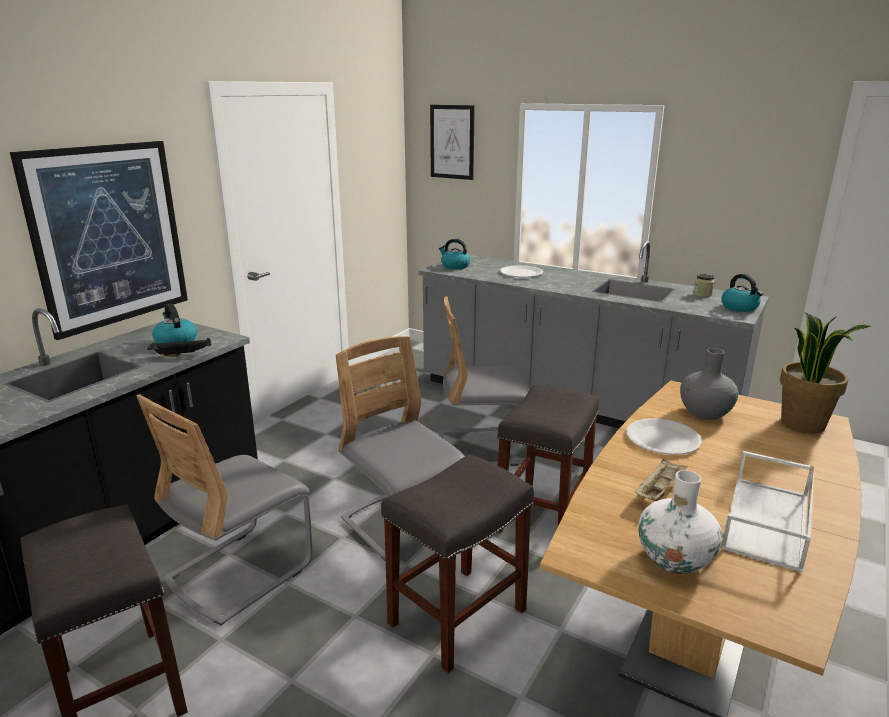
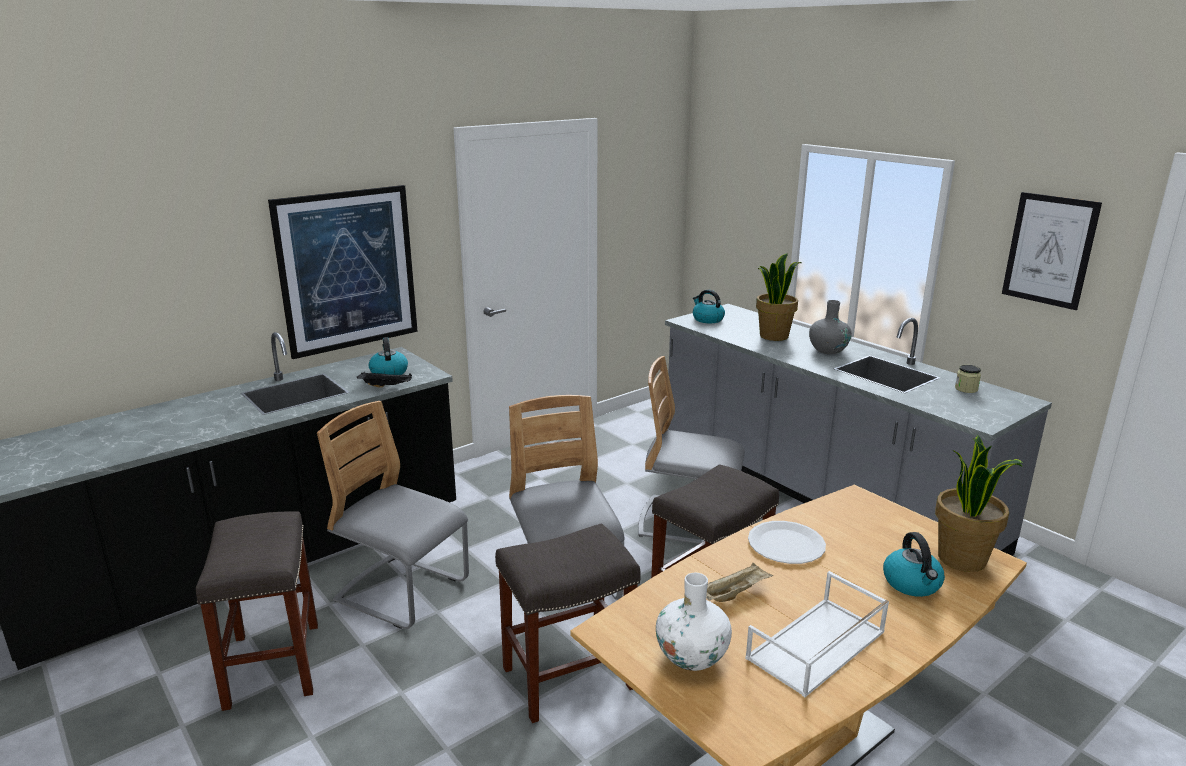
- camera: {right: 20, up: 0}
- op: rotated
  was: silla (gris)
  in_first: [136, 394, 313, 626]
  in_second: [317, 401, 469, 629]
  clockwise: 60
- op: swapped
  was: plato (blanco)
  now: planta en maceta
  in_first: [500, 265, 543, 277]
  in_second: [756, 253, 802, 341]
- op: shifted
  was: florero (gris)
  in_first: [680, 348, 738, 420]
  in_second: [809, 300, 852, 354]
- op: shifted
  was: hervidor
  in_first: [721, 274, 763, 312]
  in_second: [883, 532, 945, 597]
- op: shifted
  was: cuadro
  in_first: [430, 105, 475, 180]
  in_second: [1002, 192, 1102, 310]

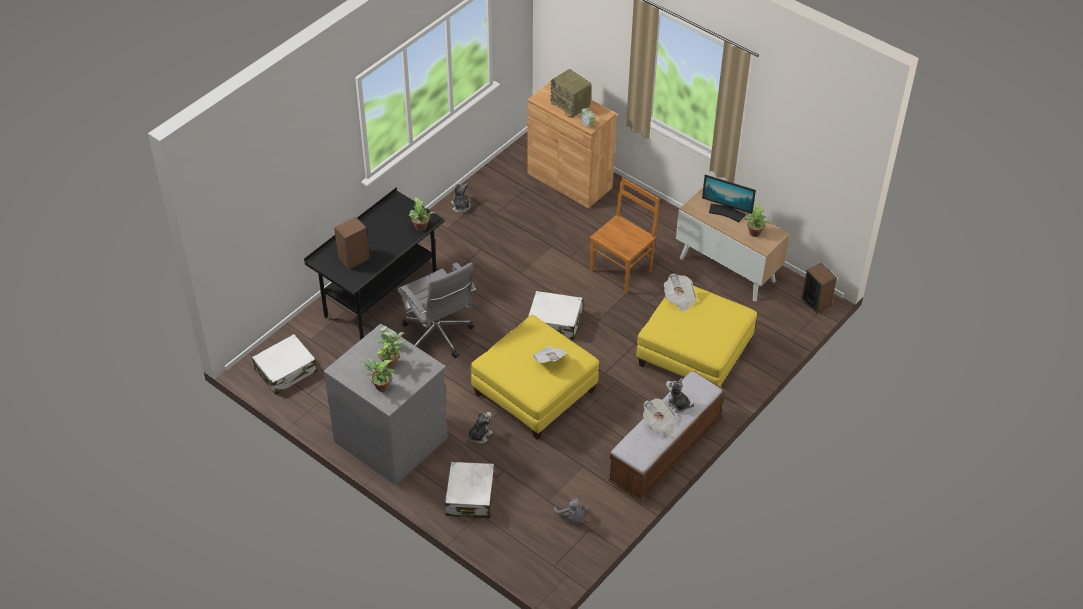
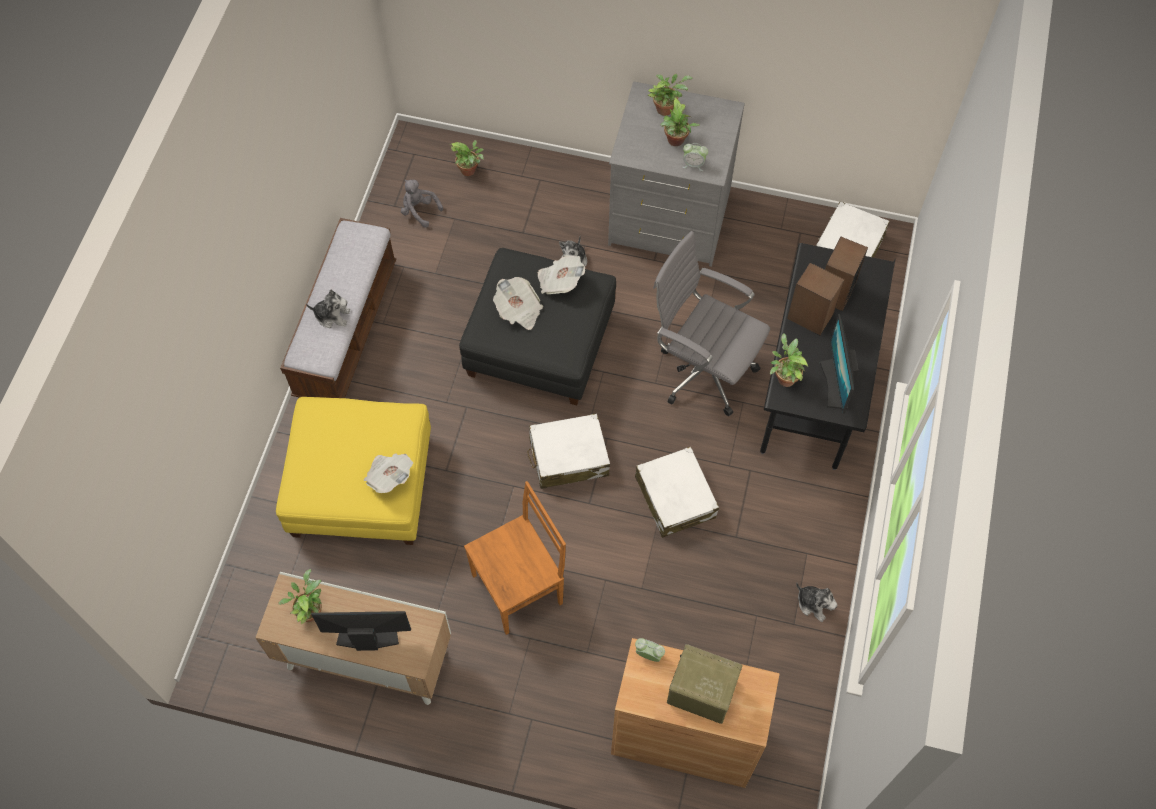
- camera: {right: 155, up: 15}
- op: new
  now: planta en maceta
  in_second: [450, 140, 484, 176]
- op: repainted
  was: puf (amarillo)
  now: puf (negro)
  in_first: [471, 315, 599, 440]
  in_second: [459, 248, 616, 406]
- op: rotated
  was: silla (marrón)
  in_first: [590, 177, 659, 293]
  in_second: [464, 481, 566, 635]
  clockwise: -135
- op: shifted
  was: periódico
  in_first: [643, 399, 678, 436]
  in_second: [537, 255, 585, 294]
- op: shifted
  was: maleta (blanco)
  in_first: [445, 462, 495, 518]
  in_second: [635, 447, 719, 538]
- op: shifted
  was: altavoz
  in_first: [801, 263, 837, 314]
  in_second: [787, 263, 844, 335]
- op: new
  now: monitor
  in_second: [820, 314, 859, 414]

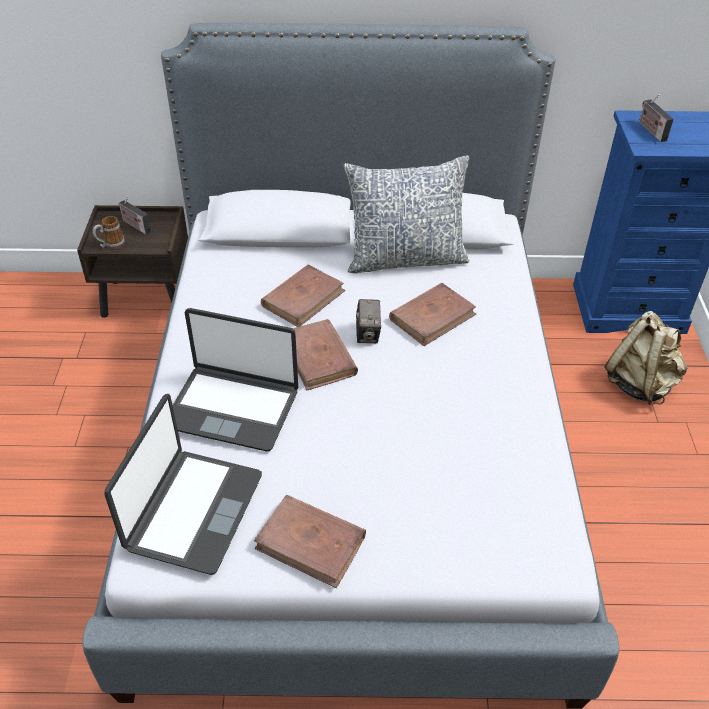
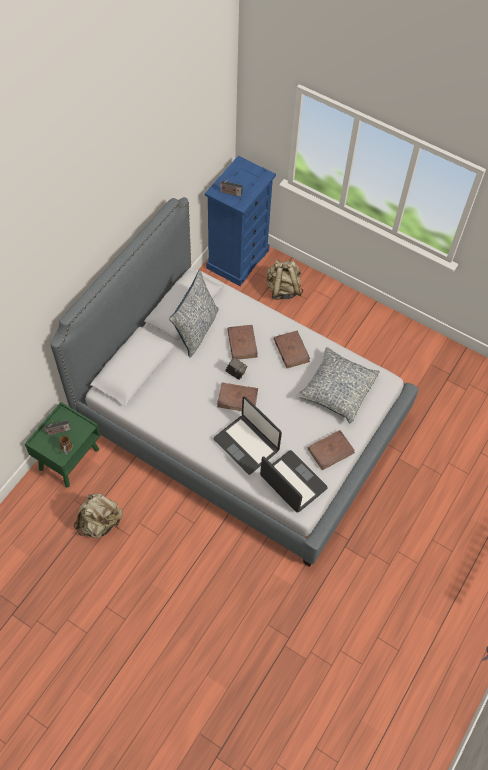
- camera: {right: -60, up: 15}
- op: repainted
  was: mesita de noche (marrón)
  now: mesita de noche (verde)
  in_first: [77, 205, 188, 318]
  in_second: [24, 402, 100, 487]
- op: new
  now: mochila (beis)
  in_second: [74, 493, 123, 538]
- op: rotated
  was: portátil
  in_first: [173, 308, 298, 451]
  in_second: [213, 396, 282, 475]
  clockwise: 90
- op: shifted
  was: libro (marrón)
  in_first: [261, 265, 345, 327]
  in_second: [274, 330, 310, 368]
- op: new
  now: cojín
  in_second: [296, 347, 380, 423]

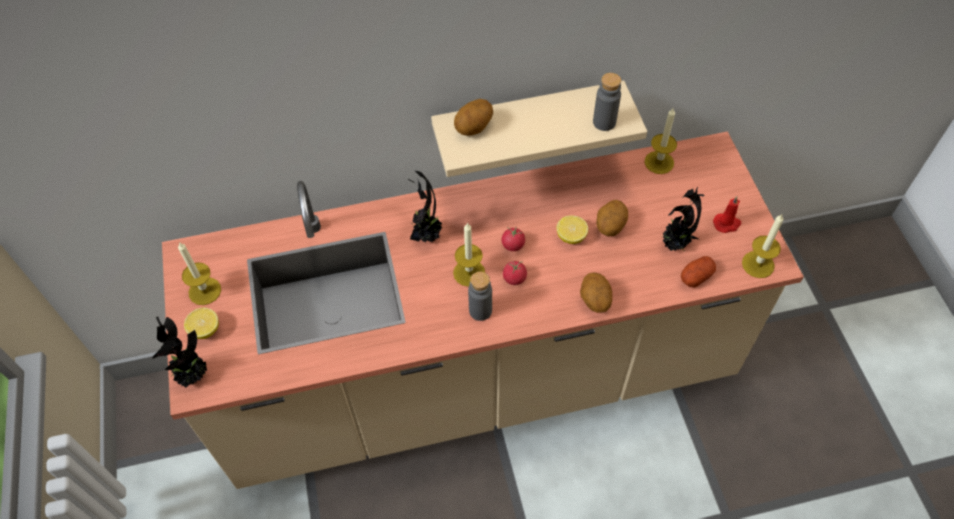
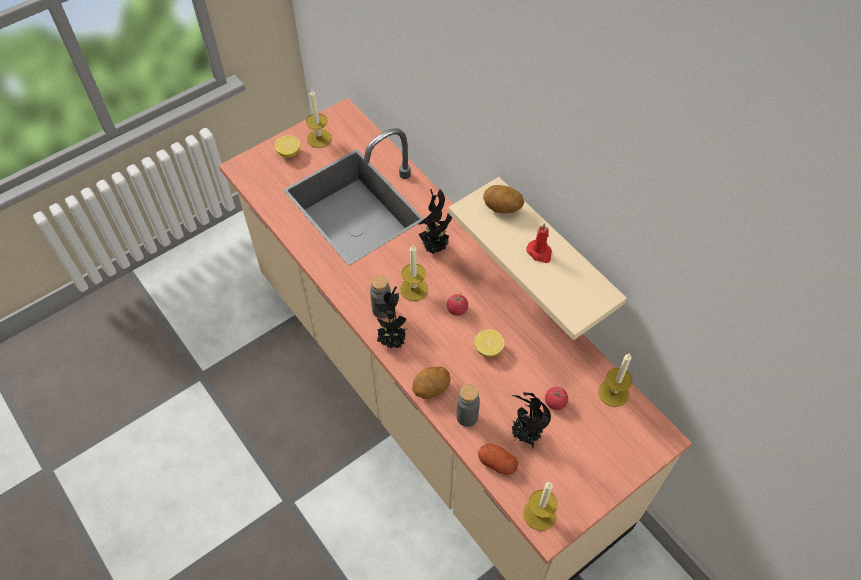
- camera: {right: 65, up: 0}
- op: shifted
  was: planta en maceta
  in_first: [152, 317, 207, 388]
  in_second: [375, 286, 406, 348]
- op: shifted
  was: botella (gris)
  in_first: [593, 73, 621, 131]
  in_second: [456, 384, 480, 427]
- op: shifted
  was: vela (rojo)
  in_first: [713, 196, 741, 233]
  in_second: [526, 223, 552, 263]
- op: shifted
  was: tomate
  in_first: [503, 261, 527, 285]
  in_second: [545, 387, 568, 410]
- op: gone
  was: patata
  in_first: [596, 200, 628, 237]

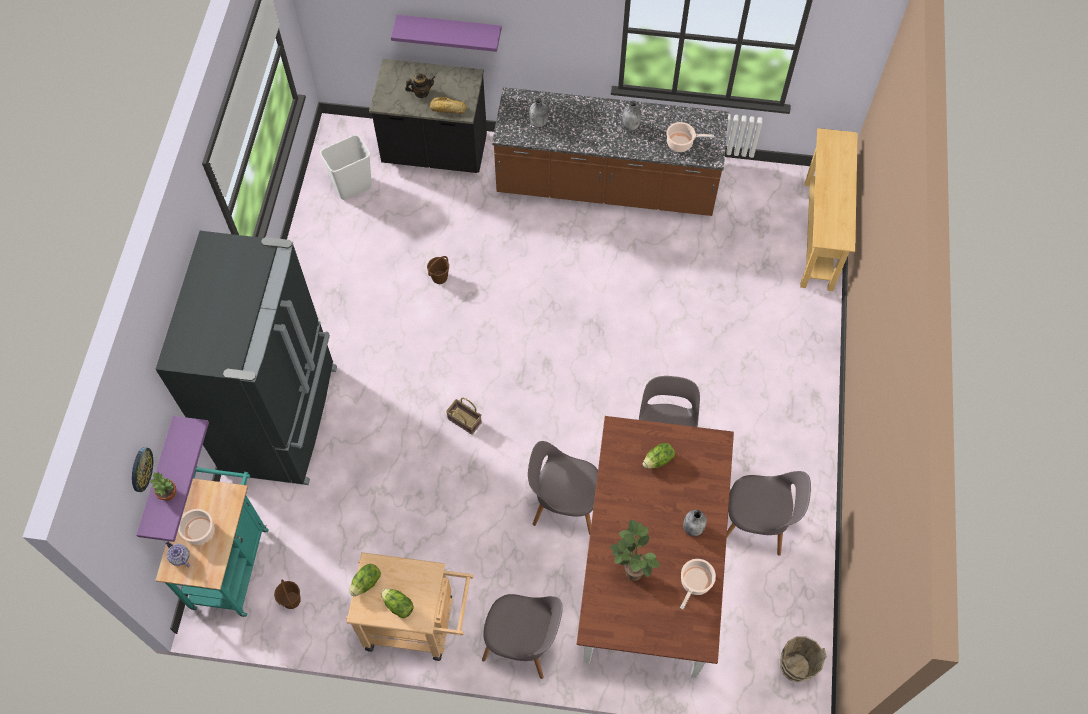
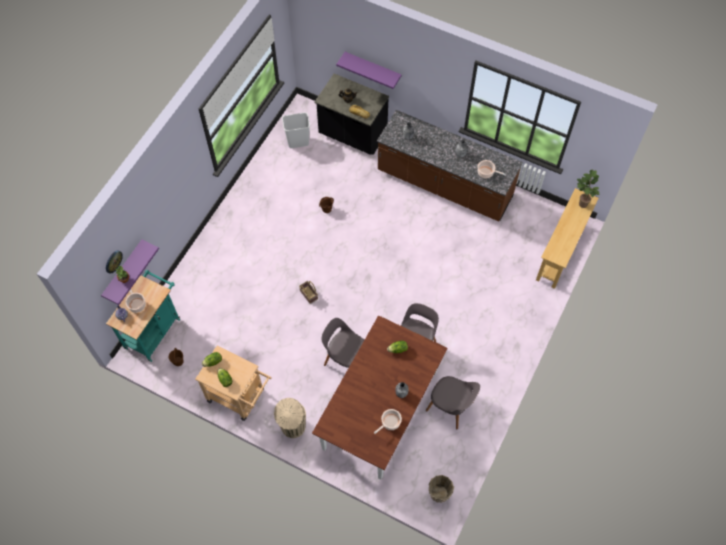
- camera: {right: 20, up: 0}
- op: swapped
  was: silla (gris)
  now: papelera (beis)
  in_first: [482, 594, 563, 679]
  in_second: [274, 398, 306, 438]
- op: shifted
  was: planta en maceta
  in_first: [610, 519, 660, 581]
  in_second: [577, 170, 599, 208]
- op: gone
  was: nevera (negro)
  in_first: [155, 231, 337, 485]

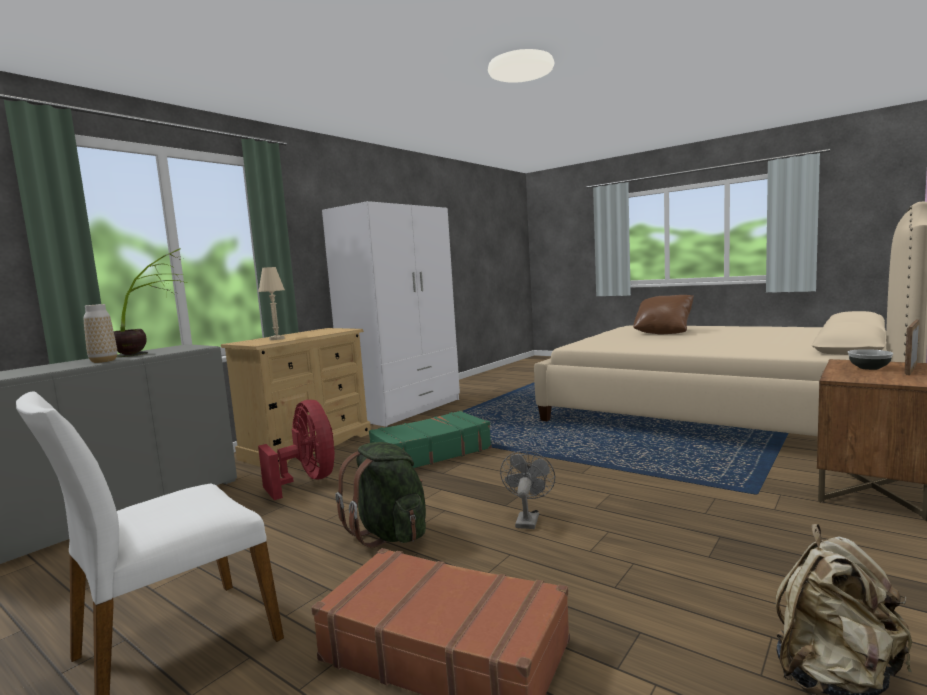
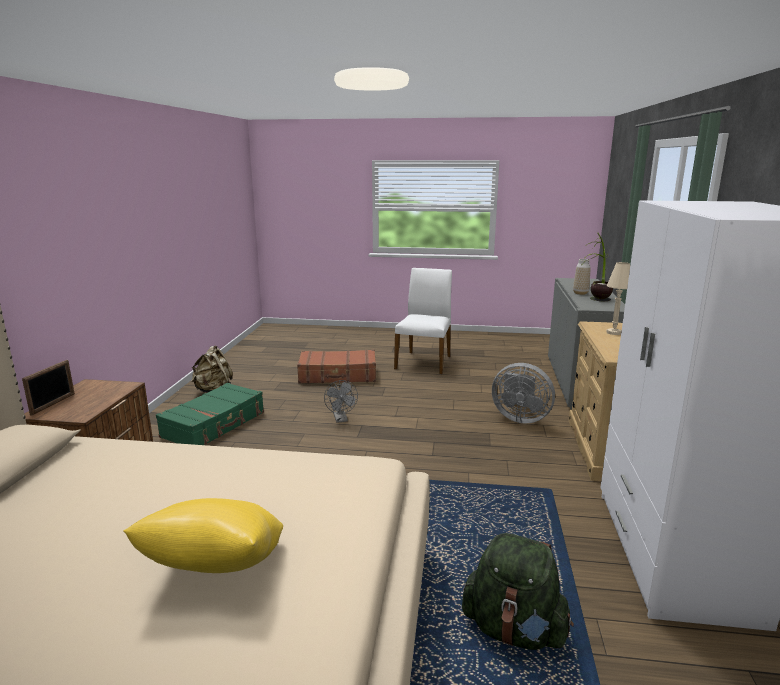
- camera: {right: 150, up: 10}
- op: repainted
  was: cojín (marrón)
  now: cojín (amarillo)
  in_first: [633, 295, 694, 334]
  in_second: [123, 498, 283, 573]
- op: shifted
  was: maleta (verde)
  in_first: [369, 411, 492, 468]
  in_second: [156, 383, 264, 445]
- op: shifted
  was: mochila (verde)
  in_first: [335, 442, 426, 548]
  in_second: [462, 533, 574, 650]
- op: repainted
  was: ventilador (rojo)
  now: ventilador (gris)
  in_first: [258, 400, 335, 500]
  in_second: [492, 363, 555, 424]
- op: gone
  was: cuenco
  in_first: [848, 349, 893, 370]

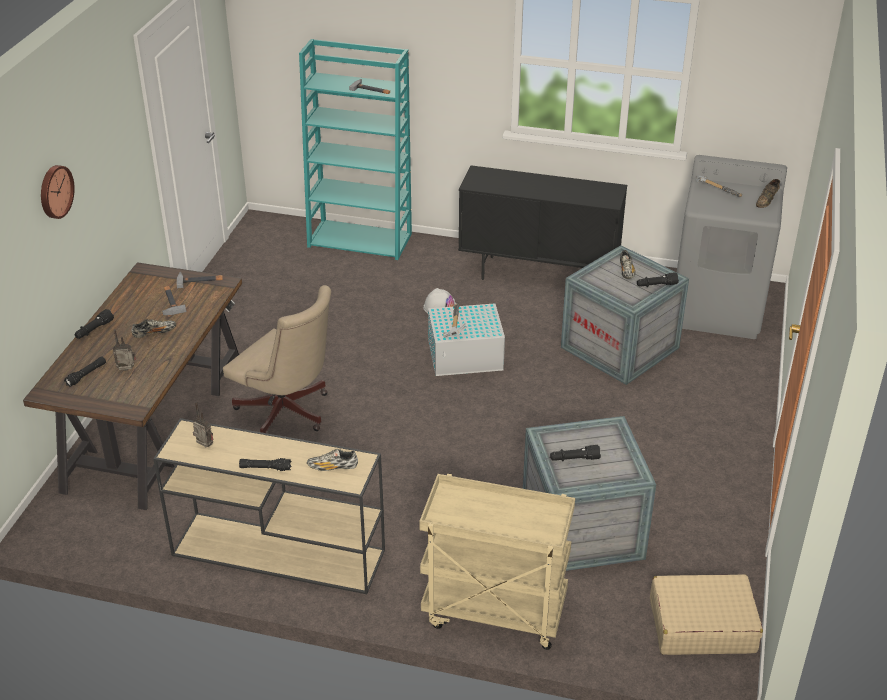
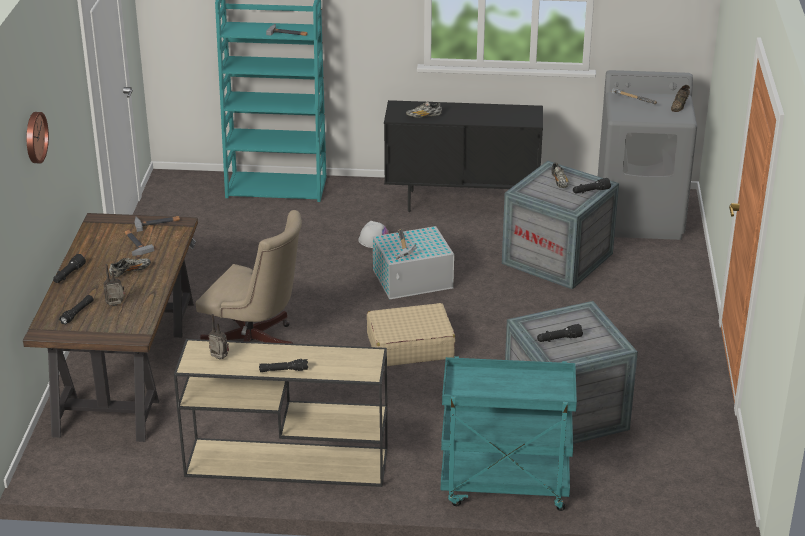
- camera: {right: -10, up: -5}
- op: shifted
  was: maleta (beis)
  in_first: [650, 574, 763, 655]
  in_second: [367, 303, 455, 366]
- op: shifted
  was: zapato
  in_first: [307, 449, 358, 471]
  in_second: [406, 101, 442, 118]
- op: repainted
  was: carrito (beis)
  now: carrito (turquesa)
  in_first: [419, 474, 575, 650]
  in_second: [441, 356, 577, 511]

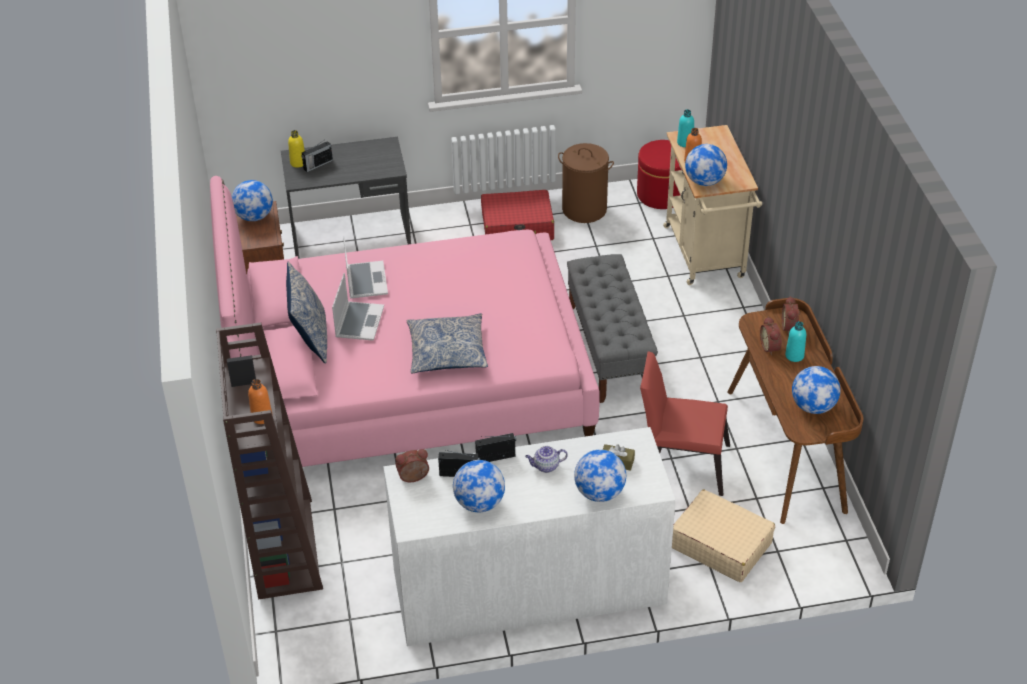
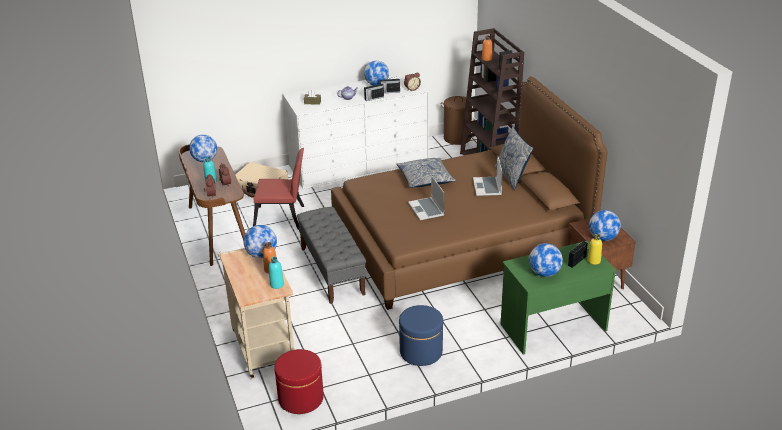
- camera: {right: 170, up: -10}
- op: repainted
  was: cama (rosa)
  now: cama (marrón)
  in_first: [210, 176, 600, 467]
  in_second: [331, 77, 607, 310]
- op: swapped
  was: maleta (rojo)
  now: puf (azul)
  in_first: [481, 190, 554, 240]
  in_second: [399, 305, 443, 366]
- op: shifted
  was: portátil
  in_first: [343, 236, 388, 299]
  in_second: [408, 176, 444, 220]
- op: shifted
  was: cesto de la ropa (marrón)
  in_first: [558, 143, 614, 223]
  in_second: [440, 96, 474, 145]
- op: repainted
  was: escritorio (gris)
  now: escritorio (verde)
  in_first: [281, 137, 411, 259]
  in_second: [501, 241, 616, 355]
- op: shifted
  was: globo terráqueo
  in_first: [574, 449, 626, 502]
  in_second: [529, 243, 563, 277]

